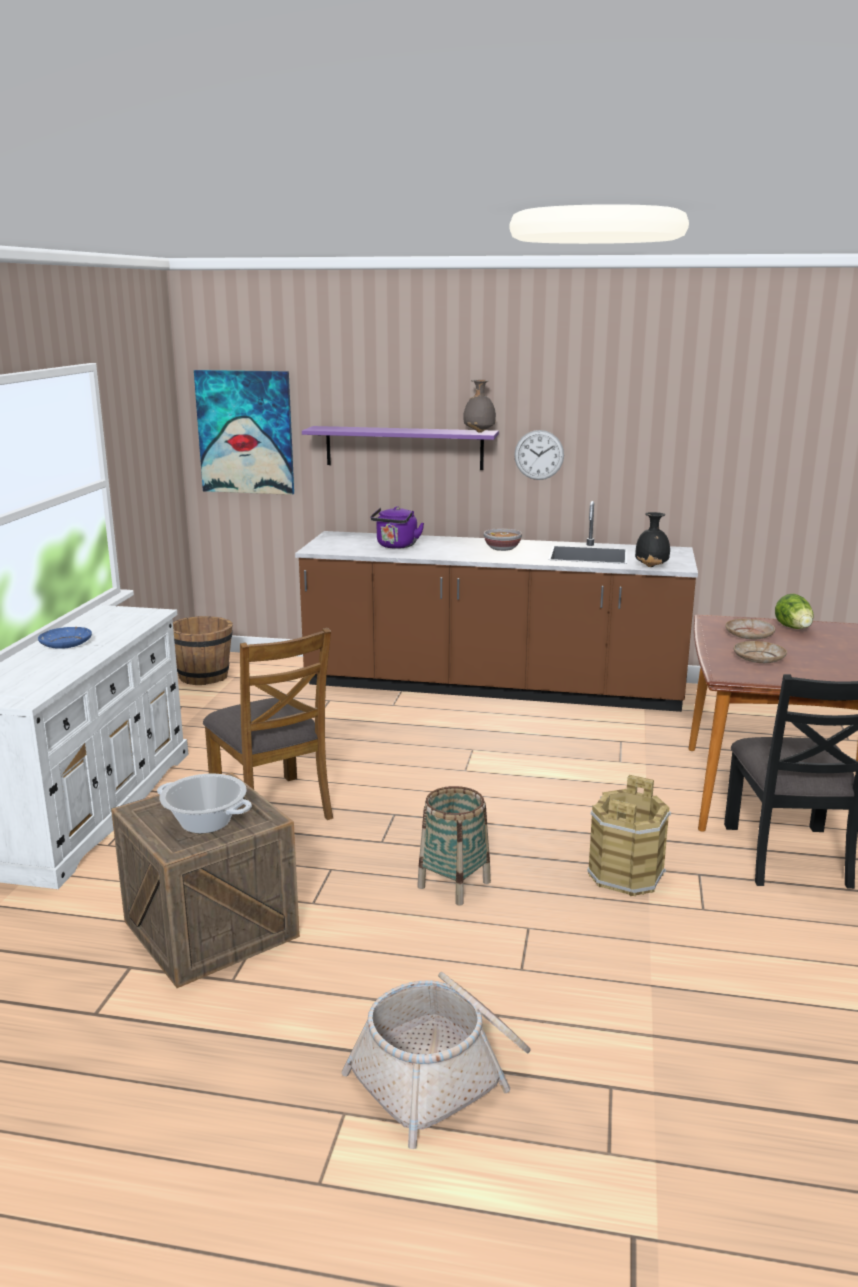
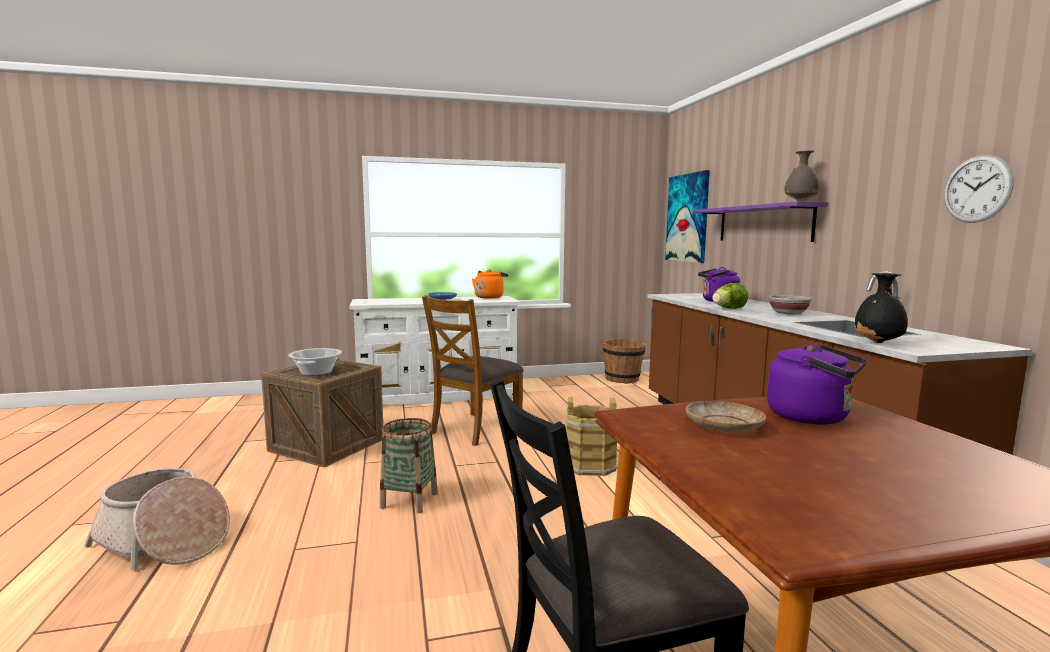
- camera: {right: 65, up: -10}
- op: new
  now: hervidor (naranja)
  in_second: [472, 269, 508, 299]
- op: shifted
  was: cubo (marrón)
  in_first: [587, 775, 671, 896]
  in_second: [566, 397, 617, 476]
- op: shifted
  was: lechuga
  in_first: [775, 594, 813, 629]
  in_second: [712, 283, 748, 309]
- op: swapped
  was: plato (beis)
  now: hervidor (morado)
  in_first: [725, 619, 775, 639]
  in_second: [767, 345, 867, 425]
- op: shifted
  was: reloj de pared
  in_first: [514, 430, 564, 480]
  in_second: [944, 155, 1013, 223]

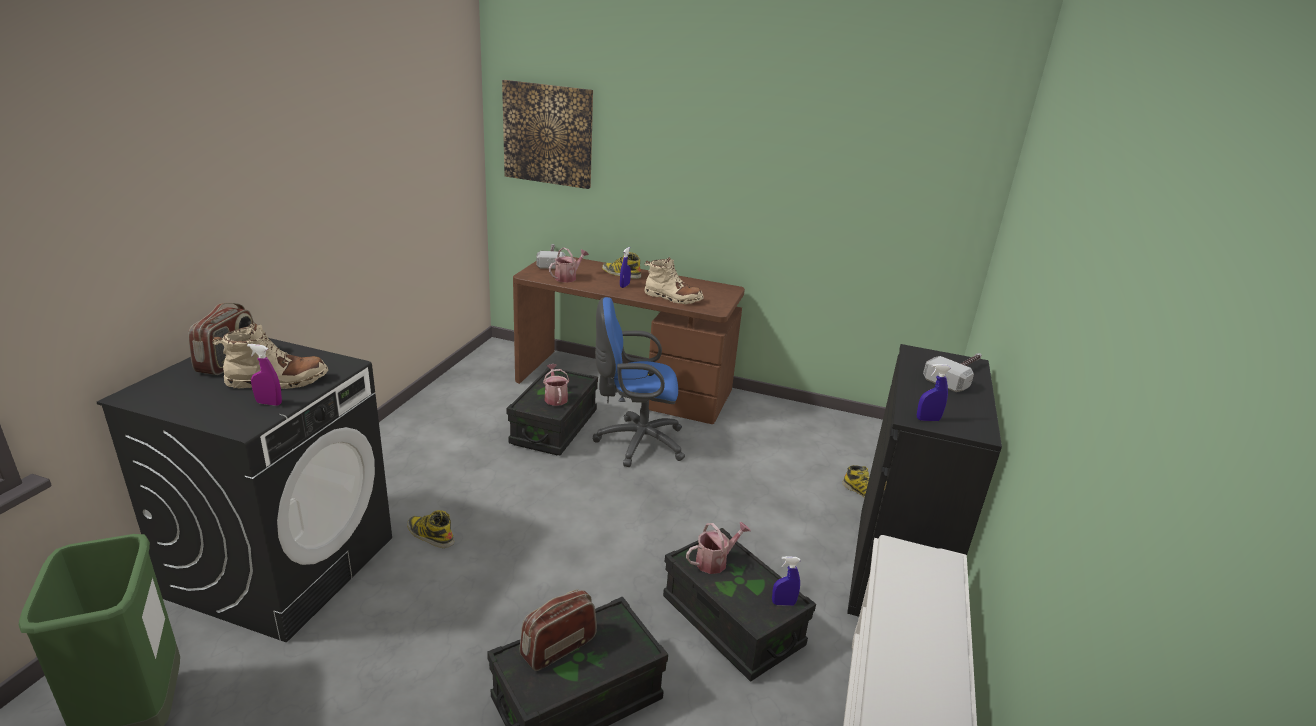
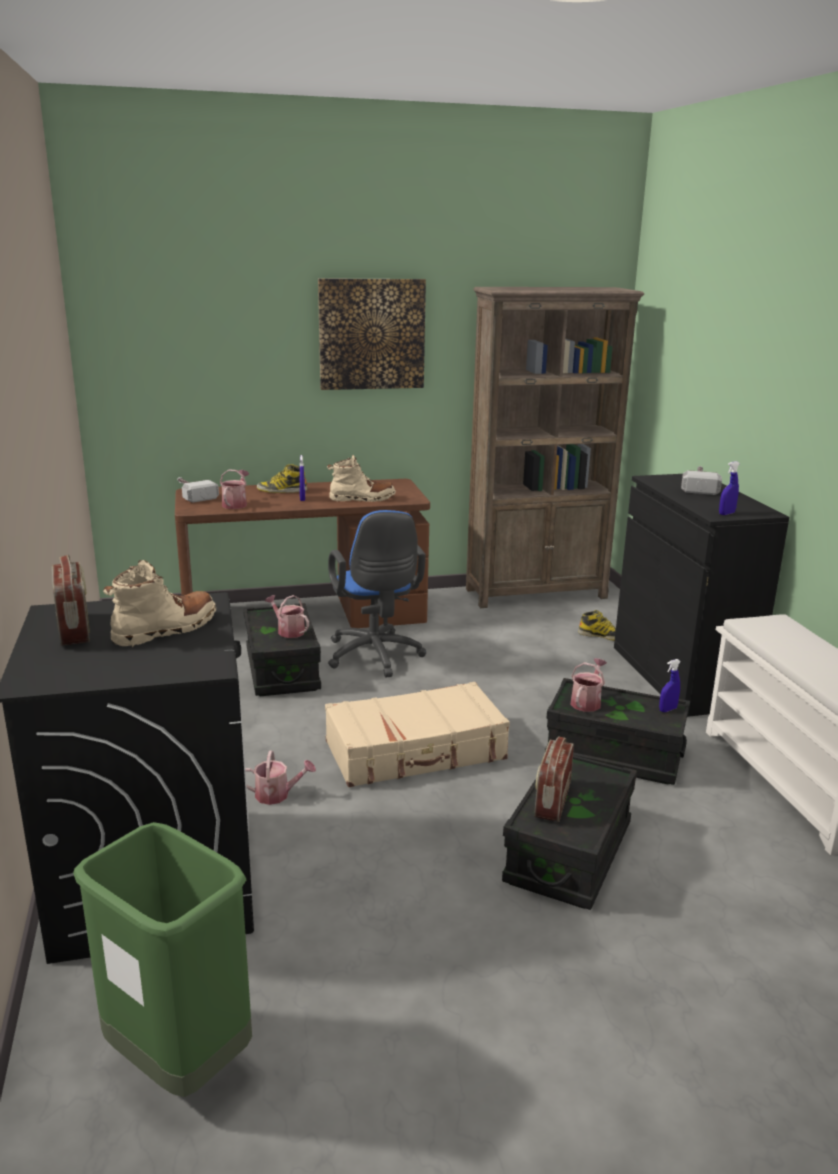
- camera: {right: -30, up: -5}
- op: swapped
  was: bota
  now: regadera
  in_first: [407, 510, 454, 548]
  in_second: [245, 750, 316, 805]
- op: shifted
  was: cuadro
  in_first: [502, 80, 593, 189]
  in_second: [318, 278, 426, 390]
- op: new
  now: maleta (beis)
  in_second: [325, 682, 510, 787]
- op: rotated
  was: silla de oficina (azul)
  in_first: [593, 297, 685, 467]
  in_second: [328, 510, 426, 678]
  clockwise: -75
- op: new
  now: estantería (marrón)
  in_second: [466, 287, 644, 608]
- op: gone
  was: pulverizador (morado)
  in_first: [247, 344, 282, 406]

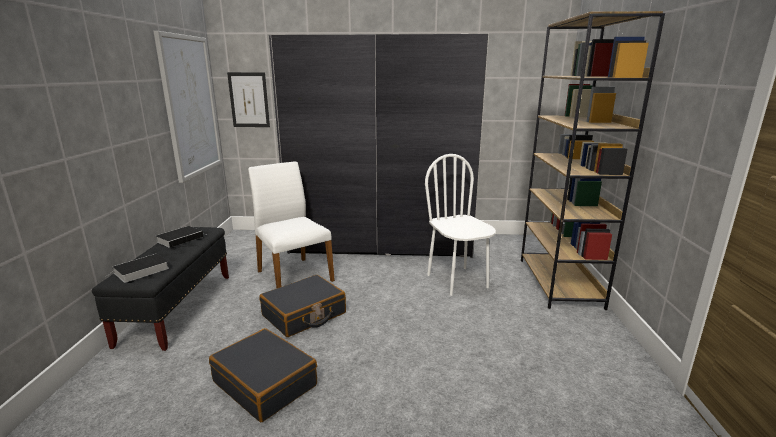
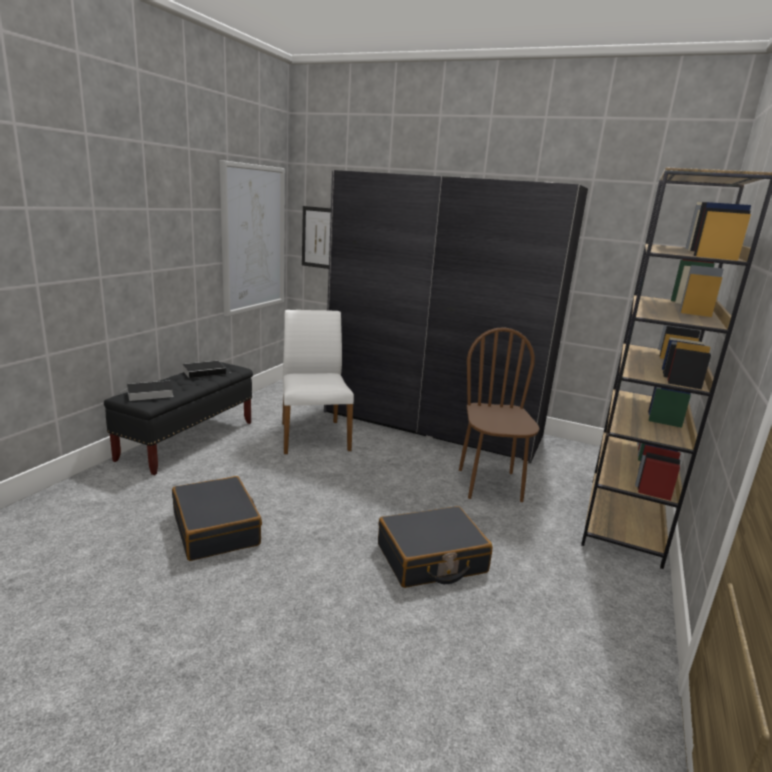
- camera: {right: 20, up: 0}
- op: shifted
  was: maleta (negro)
  in_first: [259, 275, 346, 337]
  in_second: [378, 506, 493, 588]
- op: repainted
  was: silla (blanco)
  now: silla (marrón)
  in_first: [425, 154, 496, 296]
  in_second: [459, 327, 540, 502]

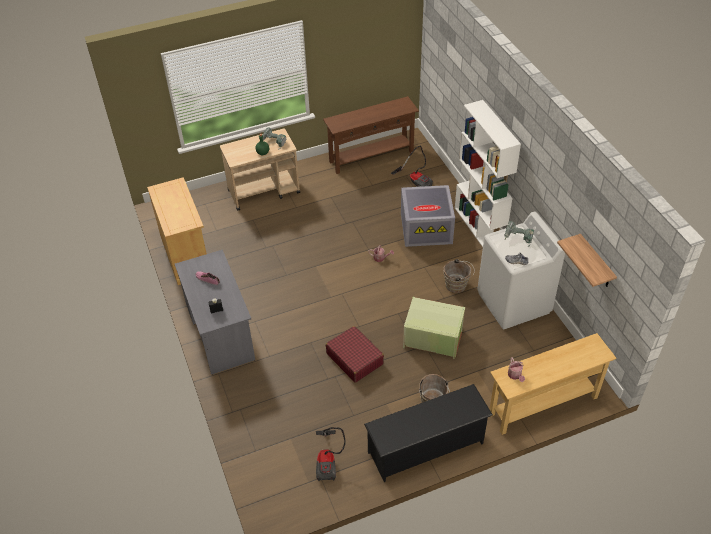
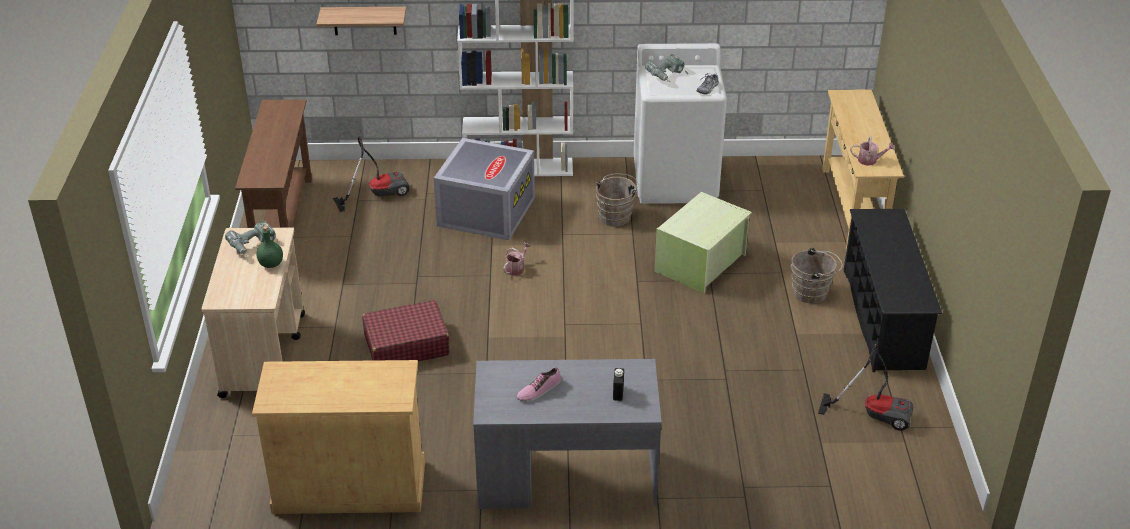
- camera: {right: -70, up: -10}
- op: shifted
  was: estante
  in_first: [557, 234, 617, 287]
  in_second: [316, 7, 406, 35]
- op: shifted
  was: maleta (rojo)
  in_first: [326, 326, 384, 383]
  in_second: [362, 300, 450, 361]

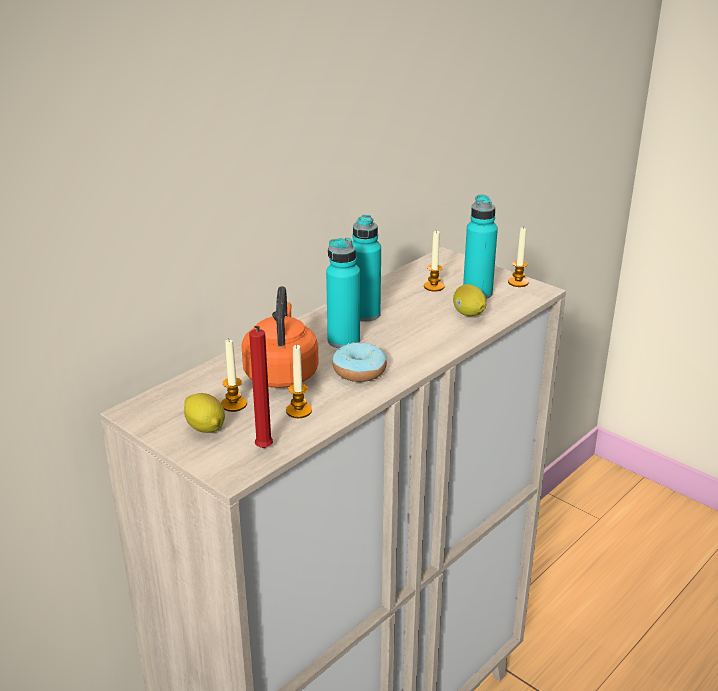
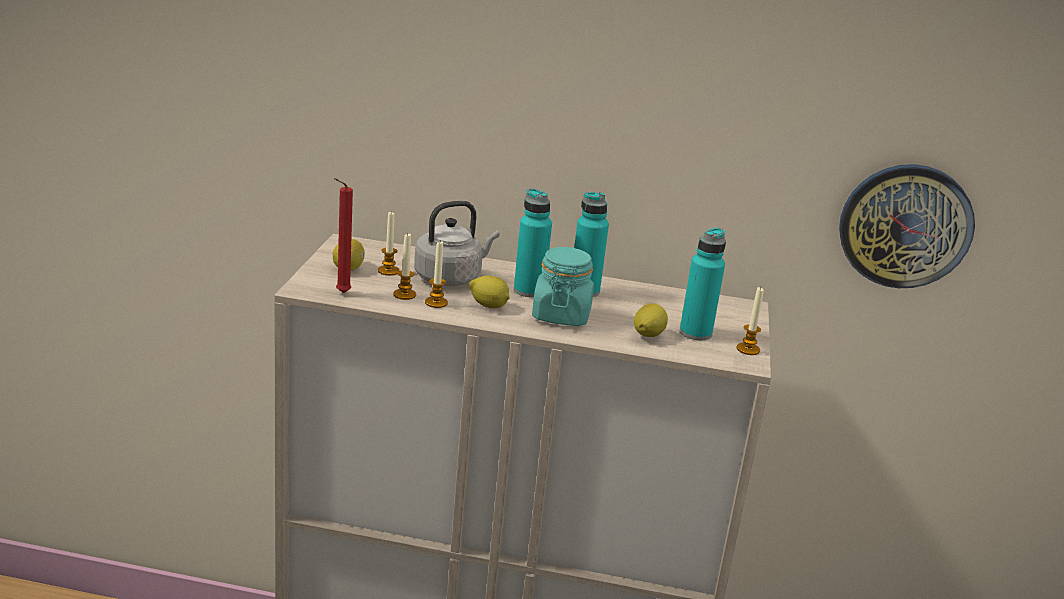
- camera: {right: 55, up: -5}
- op: repainted
  was: hervidor (naranja)
  now: hervidor (gris)
  in_first: [241, 286, 319, 388]
  in_second: [414, 201, 500, 286]
- op: shifted
  was: vela
  in_first: [424, 230, 445, 292]
  in_second: [425, 242, 448, 308]
- op: swapped
  was: rosquilla
  now: limón
  in_first: [332, 342, 387, 382]
  in_second: [469, 276, 509, 308]
- op: new
  now: tarro (turquesa)
  in_second: [532, 247, 594, 326]
- op: new
  now: reloj de pared
  in_second: [839, 164, 975, 288]

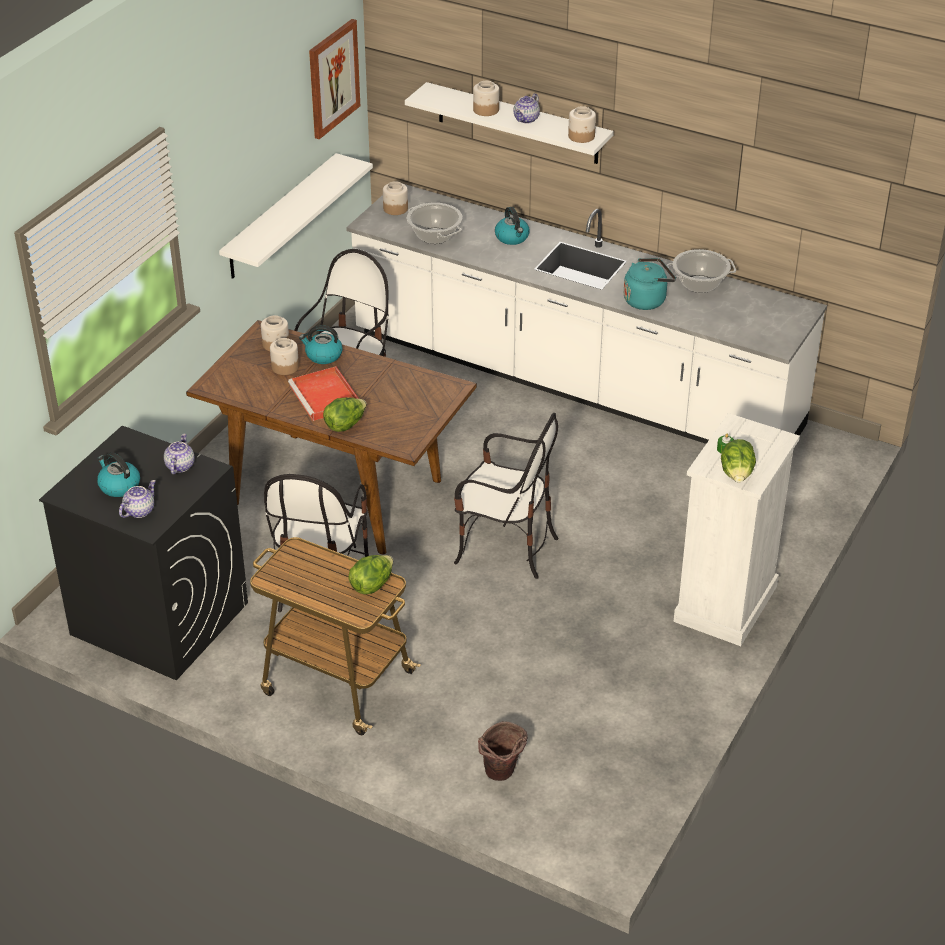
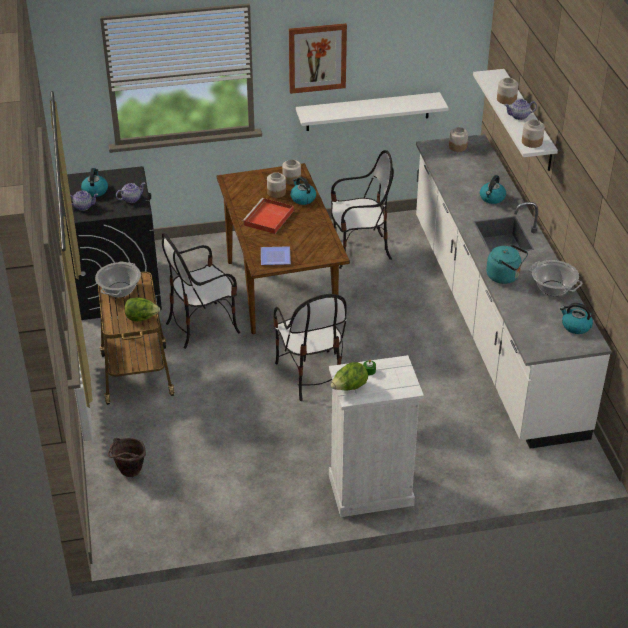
- camera: {right: 50, up: 0}
- op: shifted
  was: olla
  in_first: [407, 203, 463, 244]
  in_second: [95, 261, 141, 298]
- op: new
  now: plato
  in_second: [261, 246, 291, 265]
- op: shifted
  was: cuadro
  in_first: [309, 19, 360, 139]
  in_second: [289, 23, 347, 94]
- op: new
  now: hervidor
  in_second: [560, 303, 593, 334]
- op: gone
  was: lechuga
  in_first: [323, 397, 367, 432]

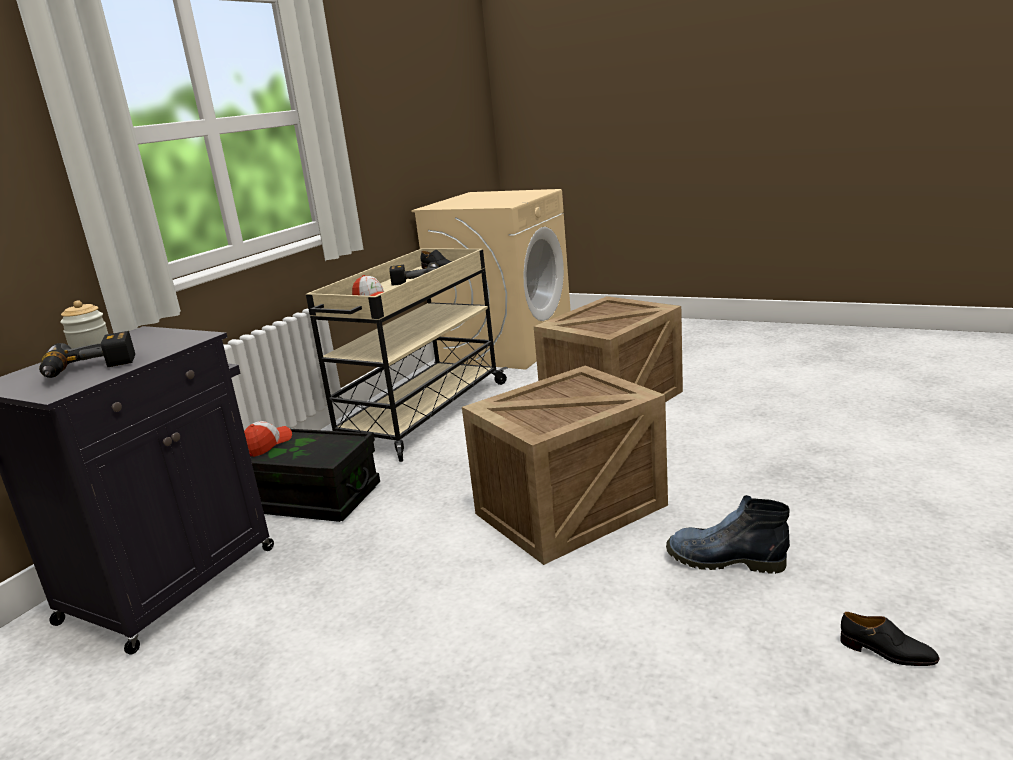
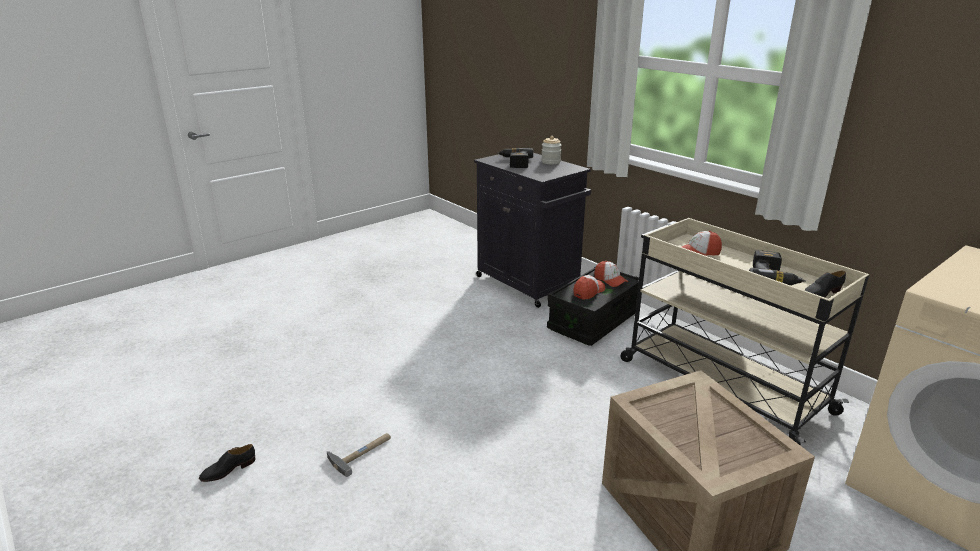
- camera: {right: 110, up: 5}
- op: swapped
  was: bota
  now: martillo
  in_first: [666, 495, 790, 574]
  in_second: [327, 433, 391, 477]
- op: new
  now: gorra
  in_second: [573, 275, 605, 299]
- op: gone
  was: caja de embalaje
  in_first: [462, 365, 668, 565]

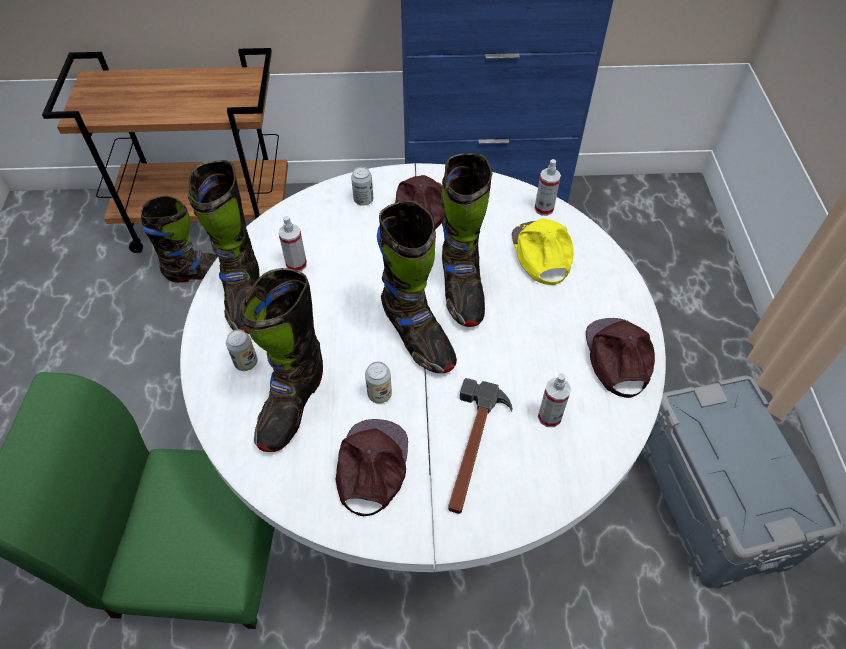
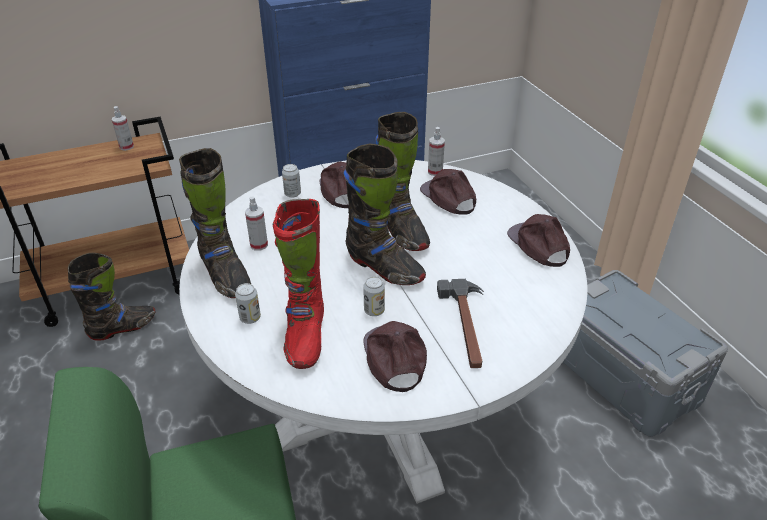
- camera: {right: -20, up: -15}
- op: shifted
  was: pulverizador
  in_first: [538, 373, 571, 427]
  in_second: [112, 106, 134, 151]
- op: repainted
  was: bota (negro)
  now: bota (rojo)
  in_first: [240, 268, 323, 452]
  in_second: [273, 199, 324, 369]
- op: repainted
  was: gorra (amarillo)
  now: gorra (marrón)
  in_first: [511, 218, 574, 285]
  in_second: [420, 169, 476, 215]

